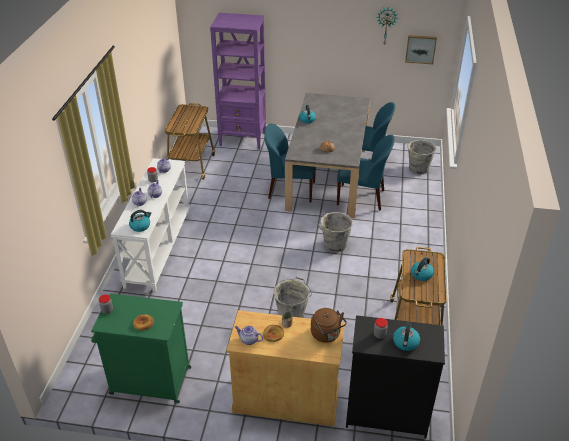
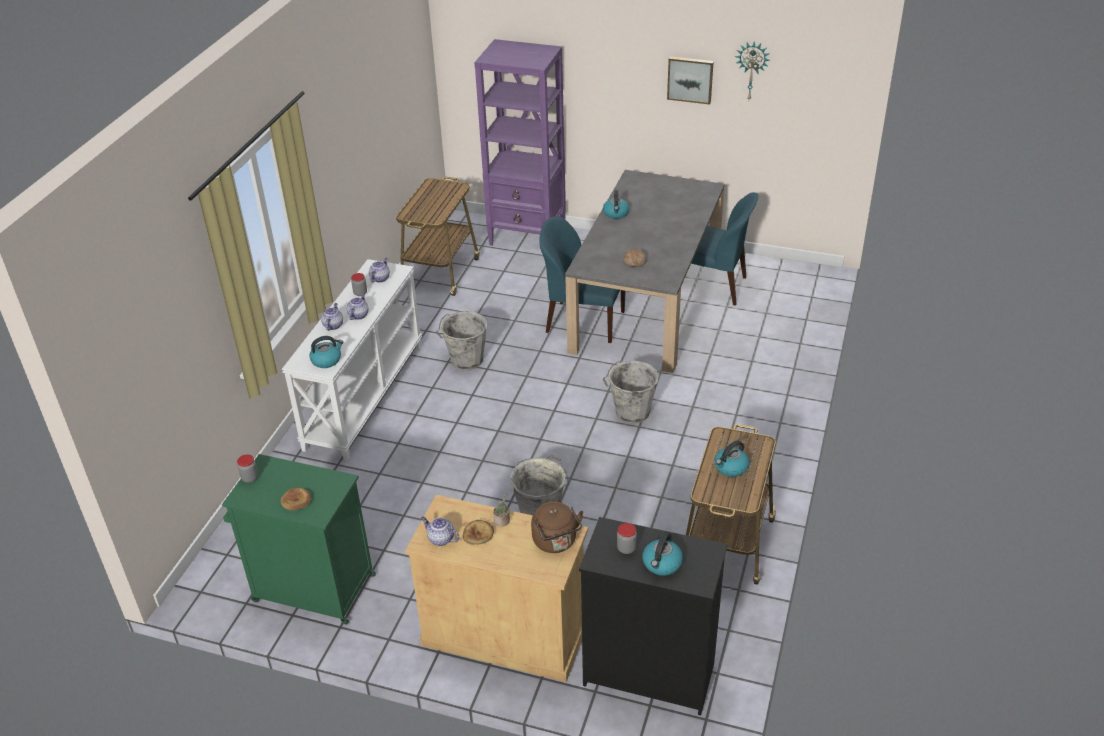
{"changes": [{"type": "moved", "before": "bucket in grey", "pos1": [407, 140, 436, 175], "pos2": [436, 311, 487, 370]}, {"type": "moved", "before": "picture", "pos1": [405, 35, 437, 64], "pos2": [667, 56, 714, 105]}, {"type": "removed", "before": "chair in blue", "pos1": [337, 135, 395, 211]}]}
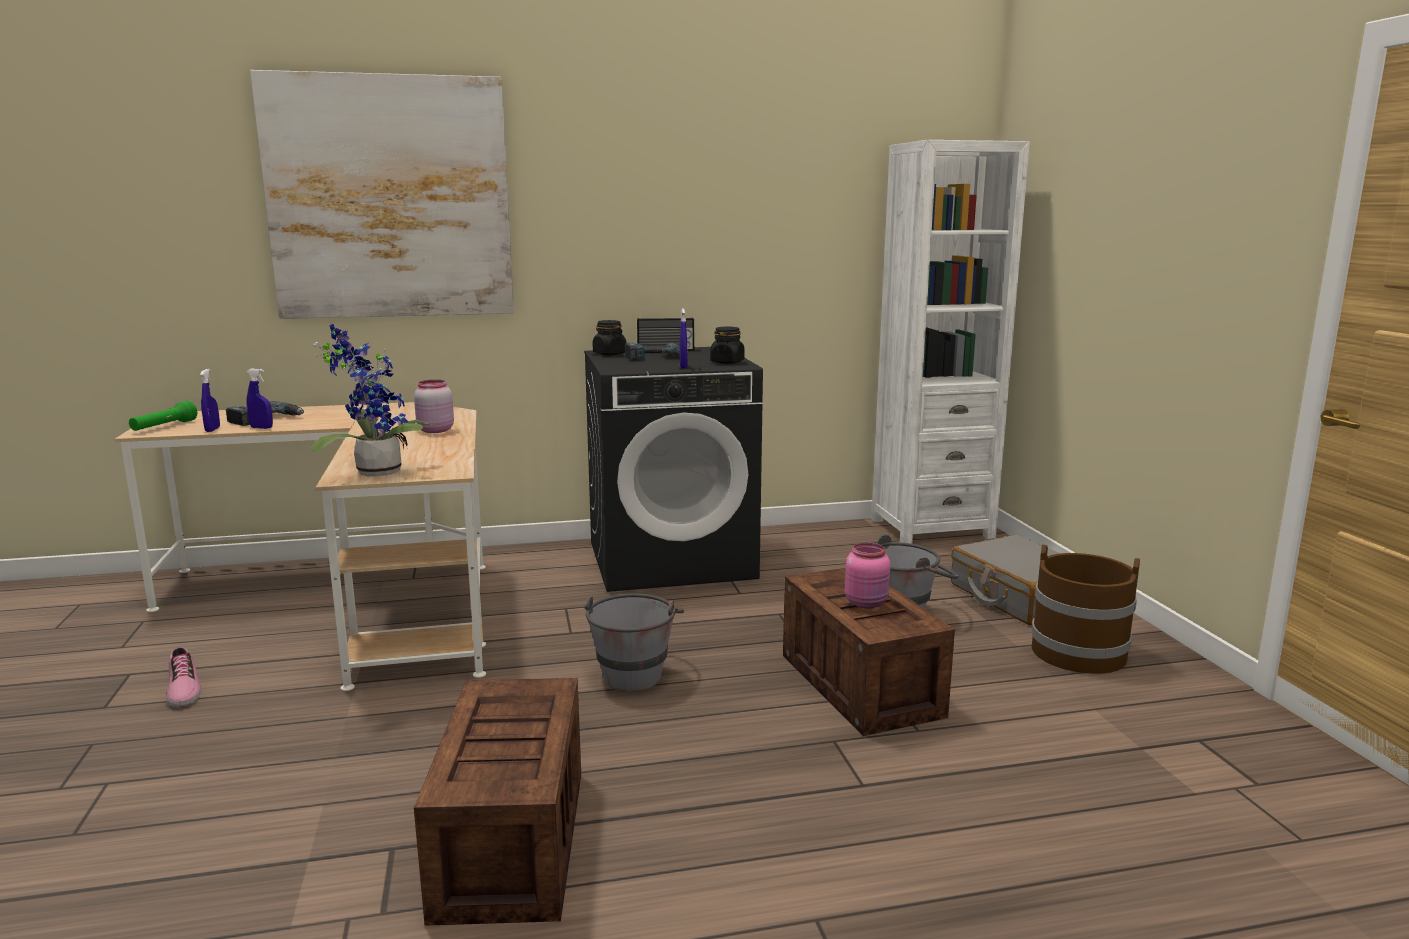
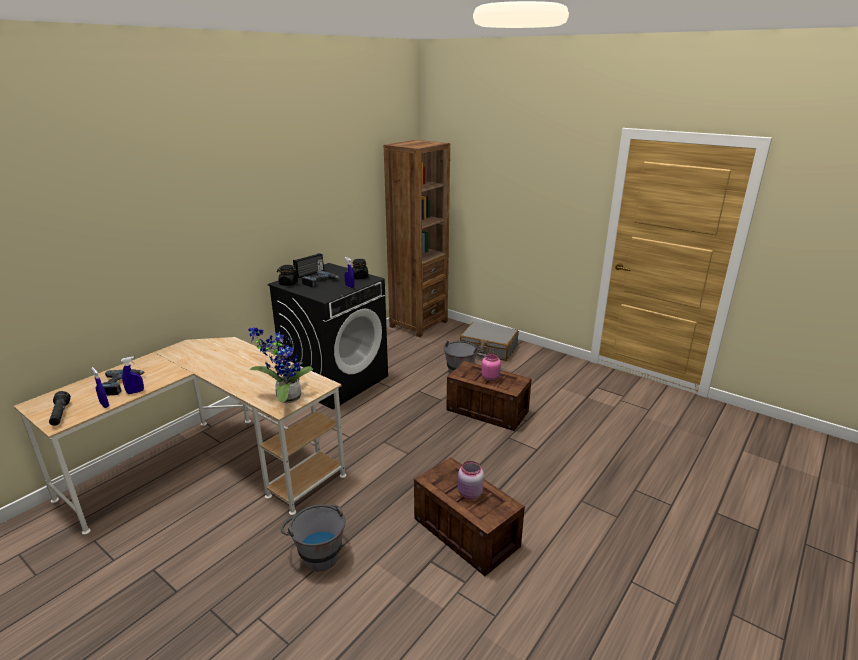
{"changes": [{"type": "recoloured", "before": "flashlight in green", "after": "flashlight in black", "pos1": [129, 401, 197, 431], "pos2": [49, 391, 71, 426]}, {"type": "moved", "before": "bucket in grey", "pos1": [584, 593, 684, 692], "pos2": [281, 504, 345, 571]}, {"type": "recoloured", "before": "bookcase in white", "after": "bookcase in brown", "pos1": [871, 140, 1030, 544], "pos2": [384, 140, 450, 337]}, {"type": "moved", "before": "jar in pink", "pos1": [414, 380, 454, 433], "pos2": [458, 461, 484, 500]}, {"type": "removed", "before": "shoe", "pos1": [166, 647, 201, 707]}, {"type": "removed", "before": "picture", "pos1": [250, 70, 514, 319]}, {"type": "removed", "before": "bucket in brown", "pos1": [1031, 545, 1140, 674]}]}
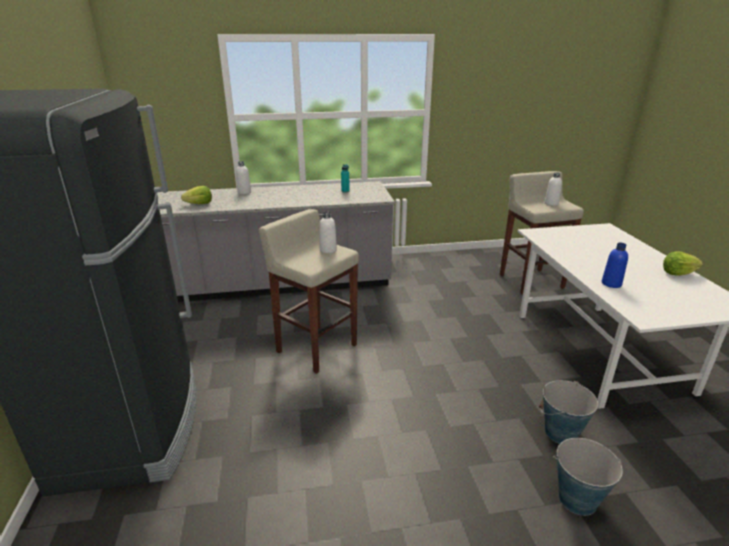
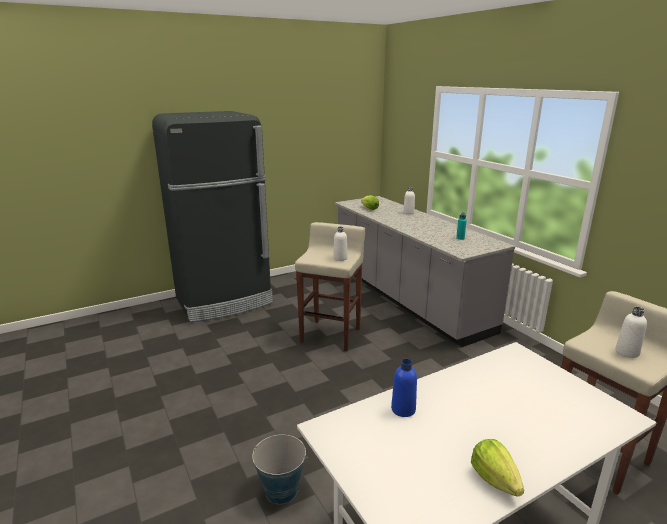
{"changes": [{"type": "removed", "before": "bucket", "pos1": [553, 438, 623, 516]}]}
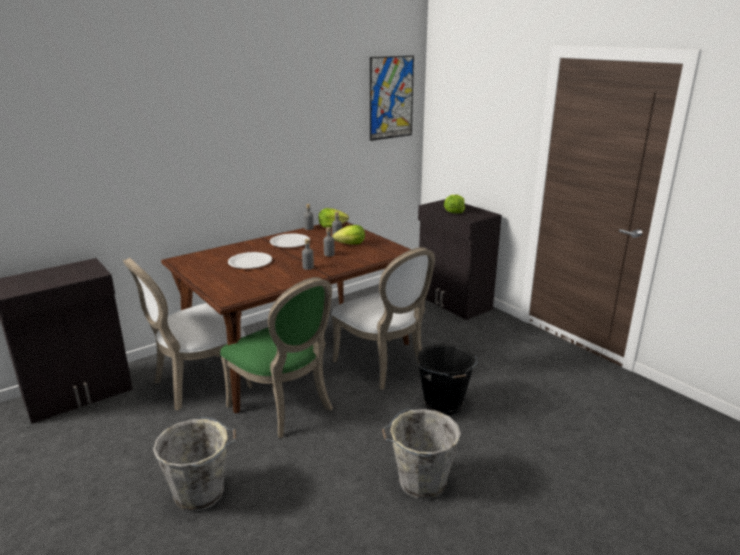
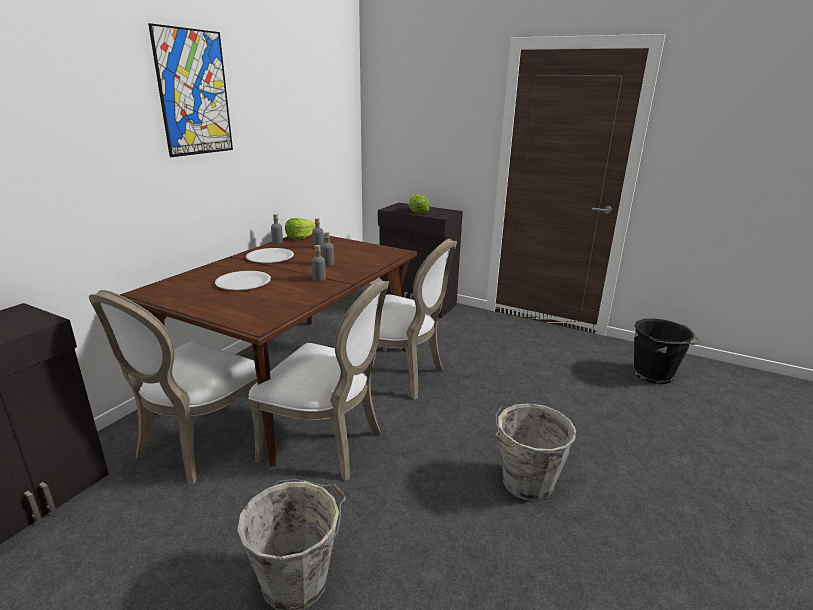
{"changes": [{"type": "moved", "before": "picture", "pos1": [370, 56, 414, 141], "pos2": [148, 23, 233, 157]}, {"type": "recoloured", "before": "chair in green", "after": "chair in white", "pos1": [220, 277, 333, 438], "pos2": [248, 279, 389, 481]}, {"type": "moved", "before": "bucket in black", "pos1": [417, 343, 478, 415], "pos2": [633, 318, 701, 384]}, {"type": "removed", "before": "lettuce", "pos1": [332, 225, 365, 244]}]}
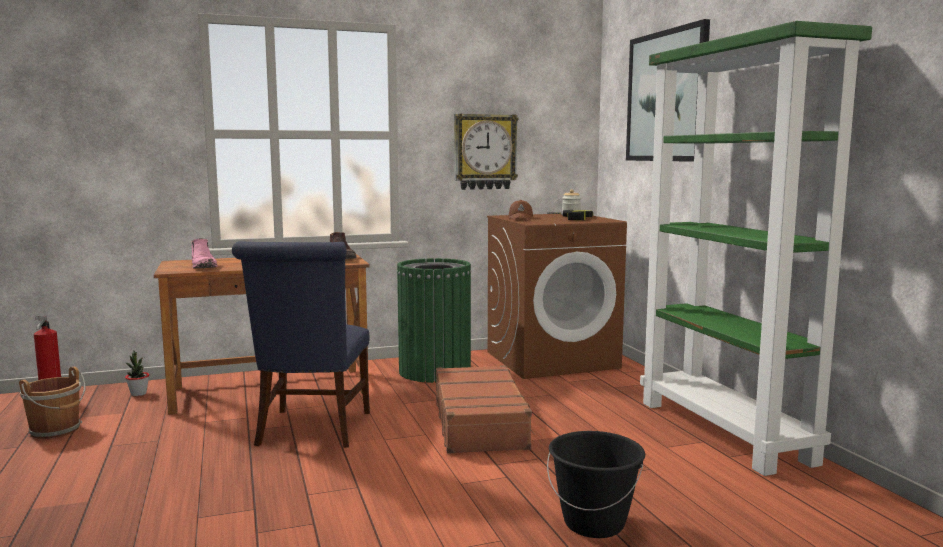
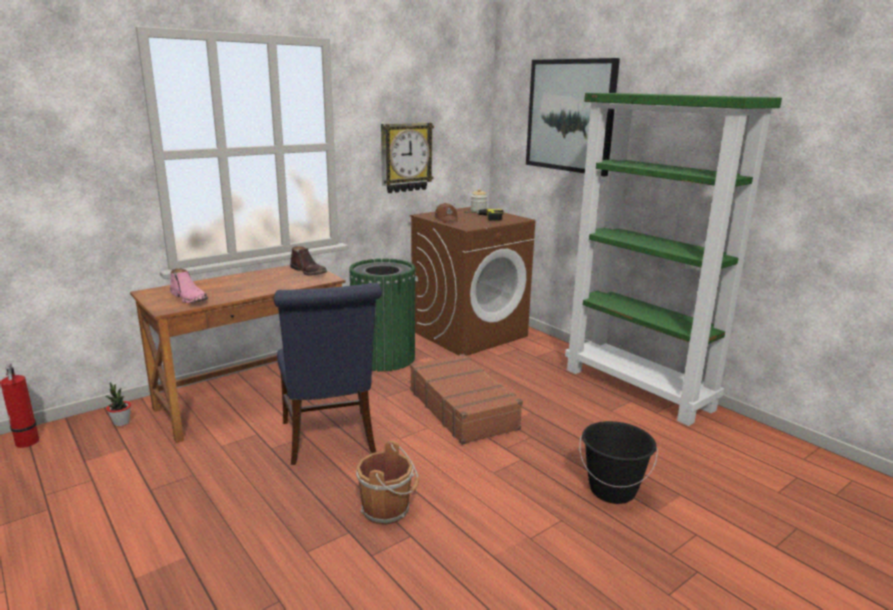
{"changes": [{"type": "moved", "before": "bucket in brown", "pos1": [19, 367, 86, 439], "pos2": [356, 441, 419, 525]}]}
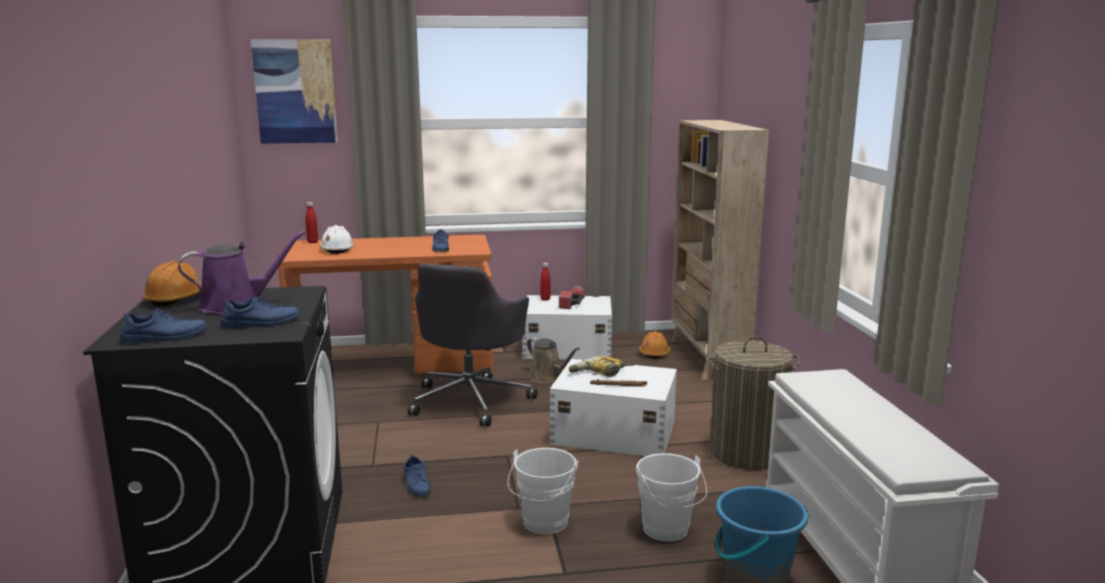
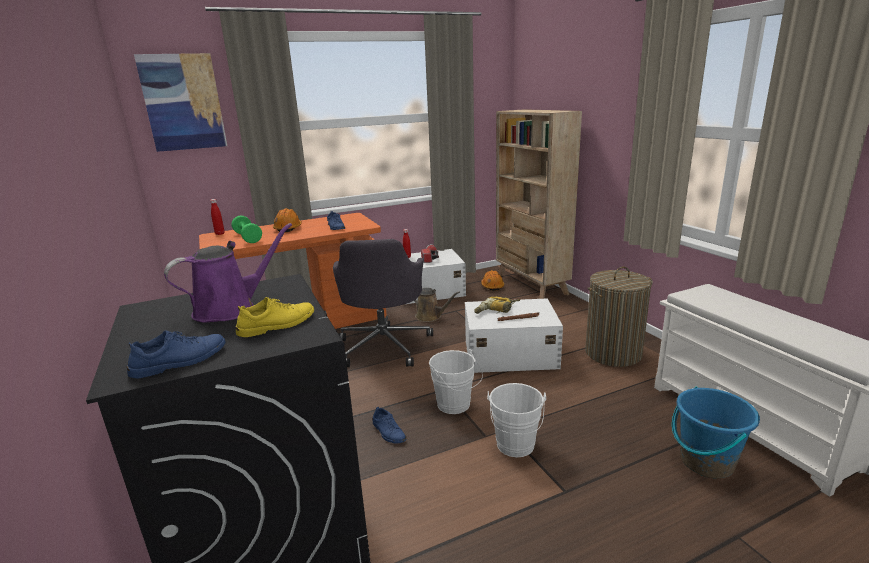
{"changes": [{"type": "replaced", "before": "hard hat in white", "after": "dumbbell in green", "pos1": [320, 225, 354, 254], "pos2": [232, 216, 262, 243]}, {"type": "recoloured", "before": "shoe in blue", "after": "shoe in yellow", "pos1": [221, 295, 300, 328], "pos2": [236, 297, 314, 337]}, {"type": "moved", "before": "hard hat in orange", "pos1": [142, 261, 202, 307], "pos2": [273, 208, 302, 232]}, {"type": "moved", "before": "bucket in white", "pos1": [636, 453, 707, 541], "pos2": [429, 349, 483, 414]}]}
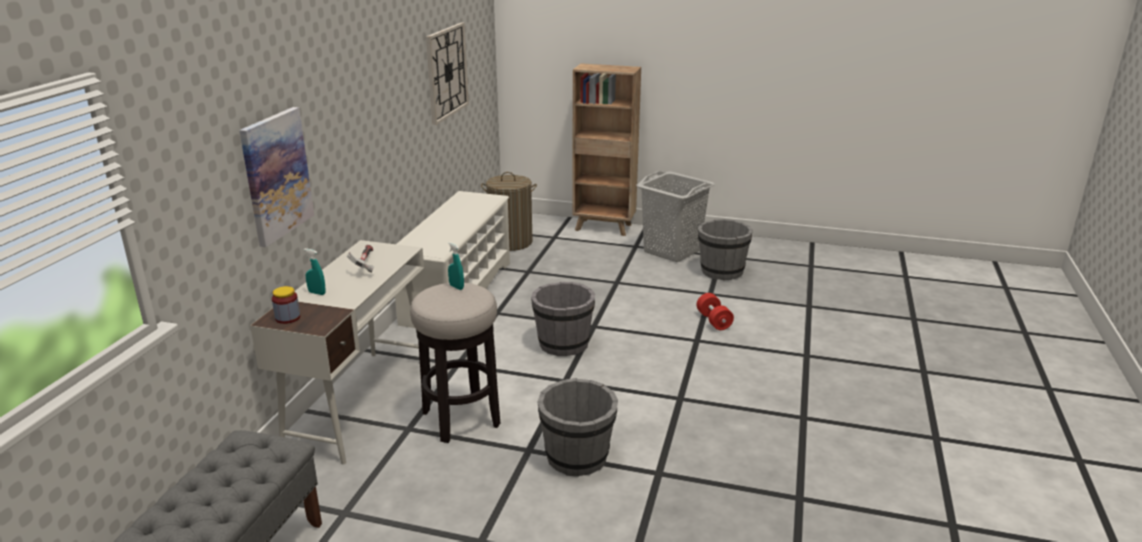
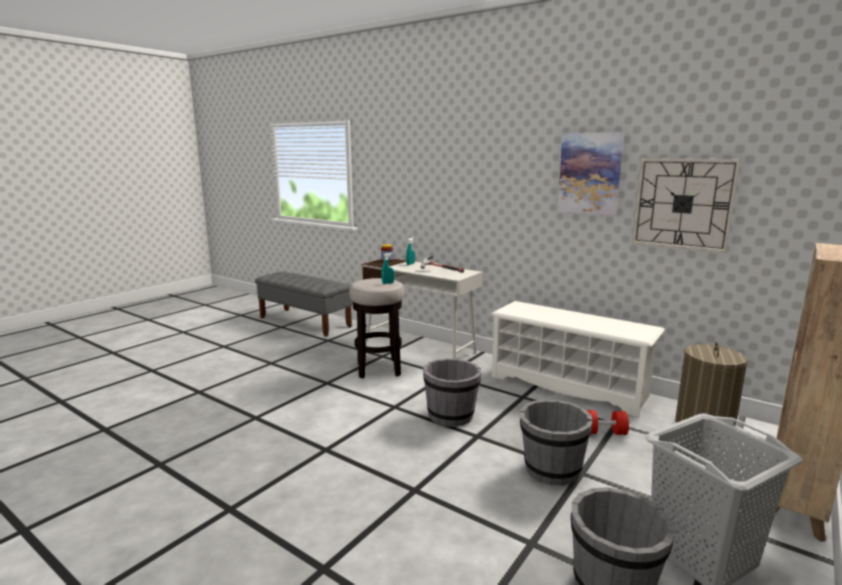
{"changes": [{"type": "moved", "before": "bucket in grey", "pos1": [537, 378, 618, 477], "pos2": [520, 399, 593, 486]}, {"type": "moved", "before": "picture", "pos1": [239, 107, 314, 247], "pos2": [557, 132, 624, 215]}, {"type": "moved", "before": "dumbbell in red", "pos1": [697, 293, 734, 330], "pos2": [586, 410, 629, 435]}]}
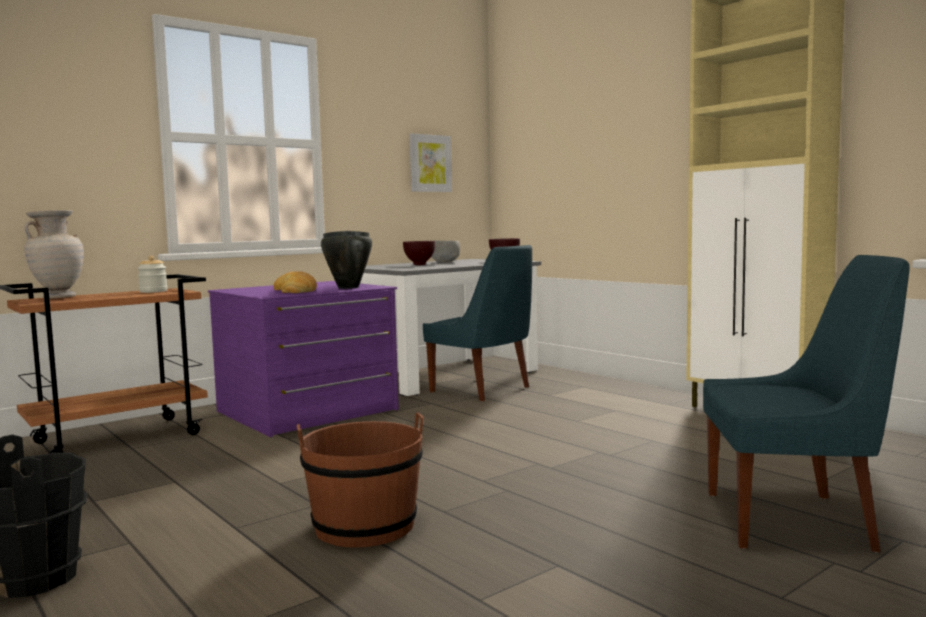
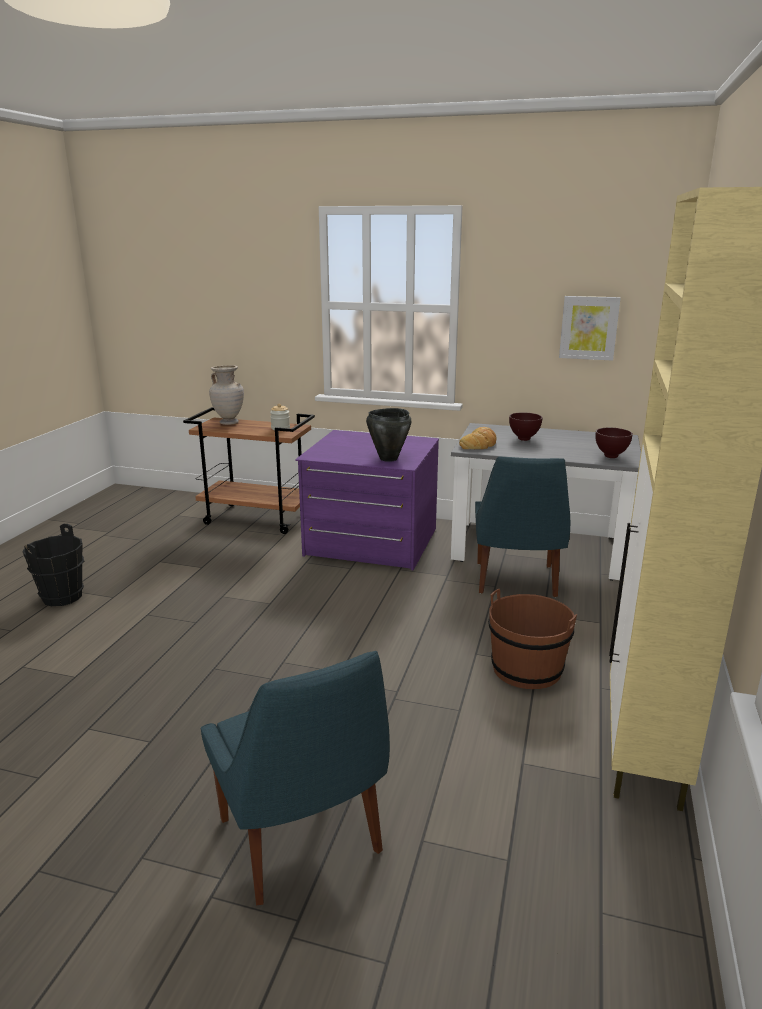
{"changes": [{"type": "moved", "before": "bread", "pos1": [274, 271, 317, 293], "pos2": [459, 427, 496, 449]}, {"type": "moved", "before": "bucket in brown", "pos1": [297, 412, 424, 548], "pos2": [488, 588, 577, 689]}, {"type": "removed", "before": "bowl in grey", "pos1": [431, 241, 460, 263]}]}
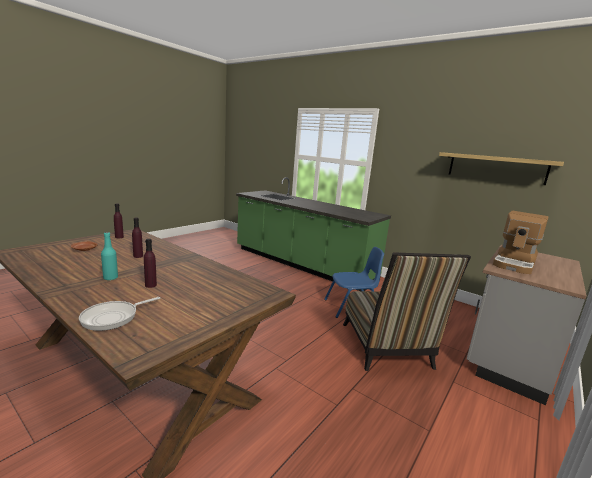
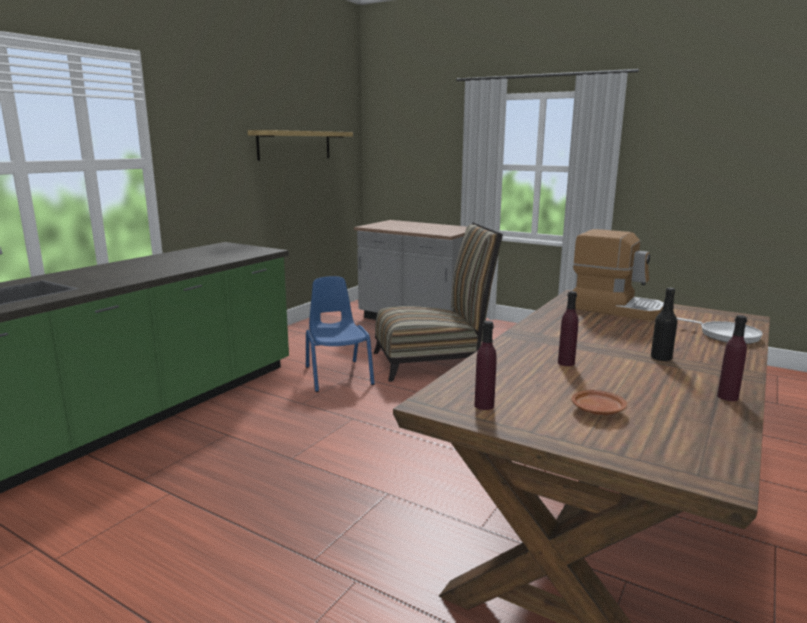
{"changes": [{"type": "moved", "before": "coffee machine", "pos1": [493, 211, 549, 274], "pos2": [573, 229, 664, 321]}, {"type": "recoloured", "before": "bottle in turquoise", "after": "bottle in black", "pos1": [101, 232, 118, 280], "pos2": [651, 287, 678, 361]}, {"type": "moved", "before": "bottle in purple", "pos1": [144, 239, 157, 288], "pos2": [717, 315, 747, 401]}]}
